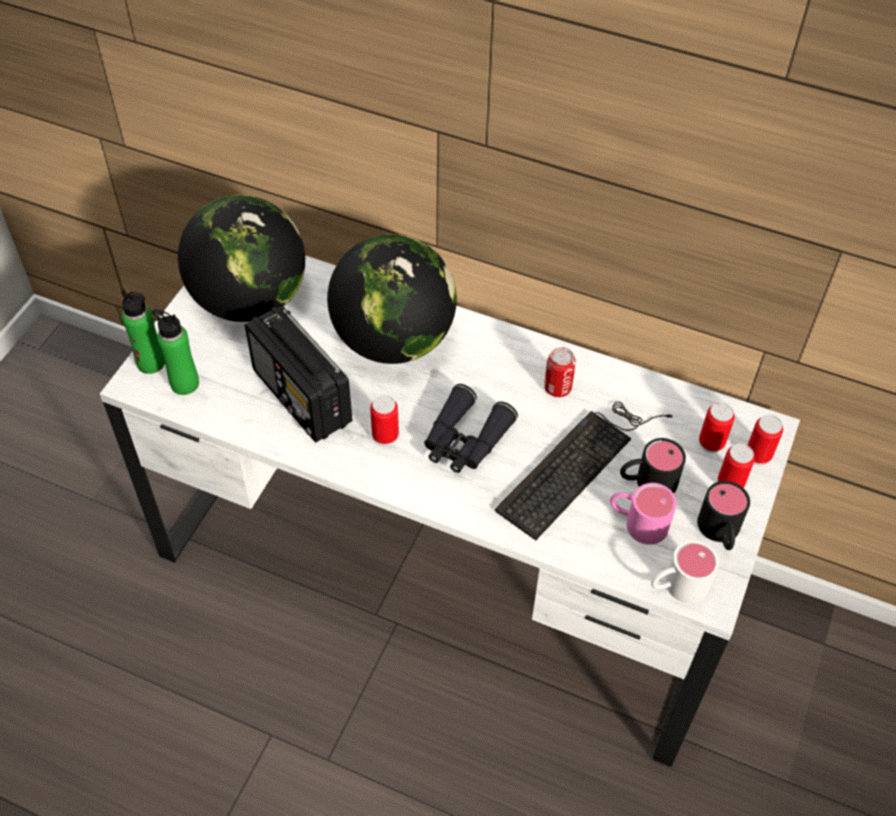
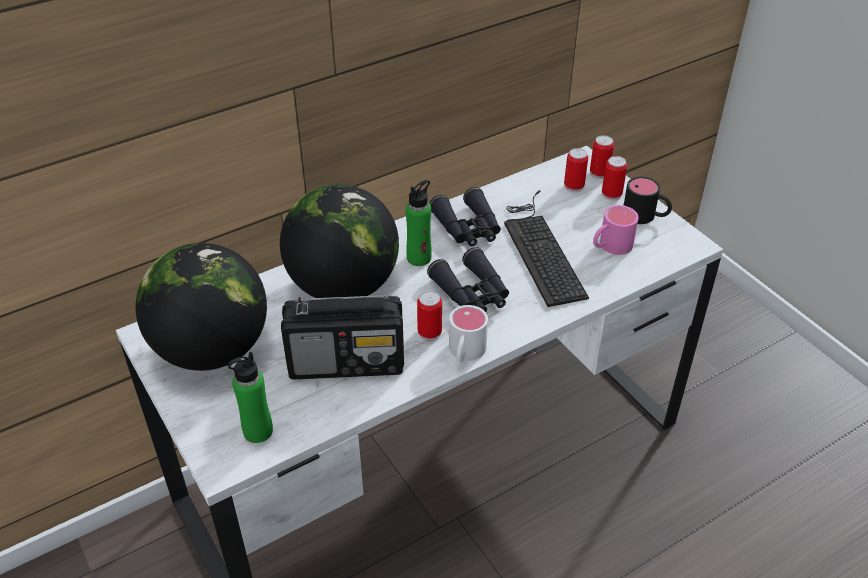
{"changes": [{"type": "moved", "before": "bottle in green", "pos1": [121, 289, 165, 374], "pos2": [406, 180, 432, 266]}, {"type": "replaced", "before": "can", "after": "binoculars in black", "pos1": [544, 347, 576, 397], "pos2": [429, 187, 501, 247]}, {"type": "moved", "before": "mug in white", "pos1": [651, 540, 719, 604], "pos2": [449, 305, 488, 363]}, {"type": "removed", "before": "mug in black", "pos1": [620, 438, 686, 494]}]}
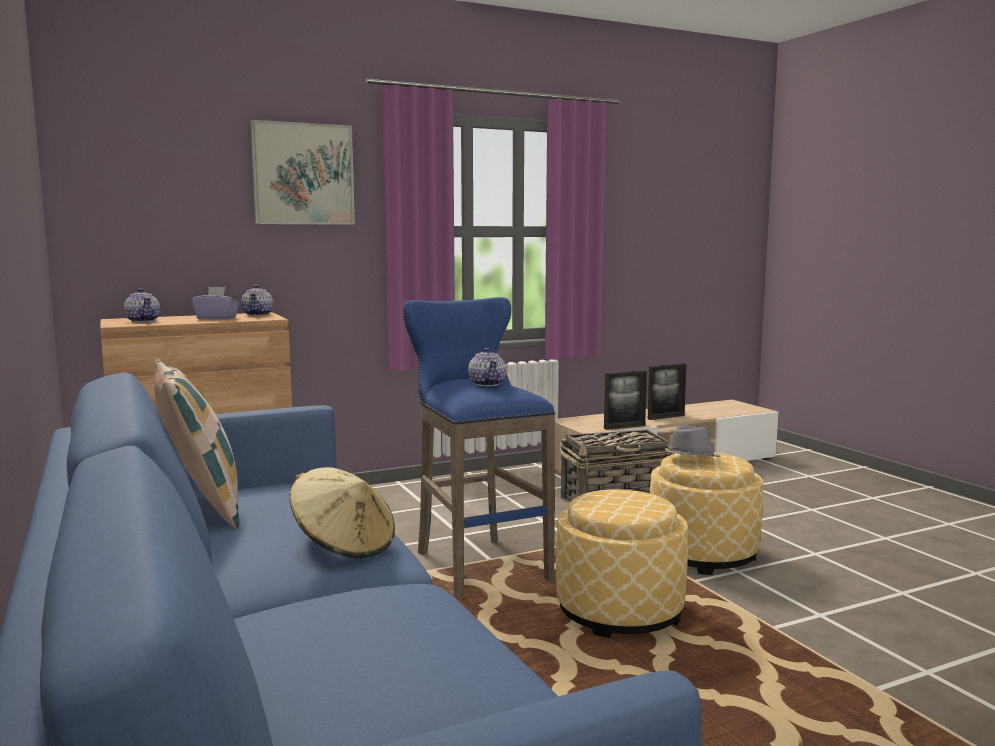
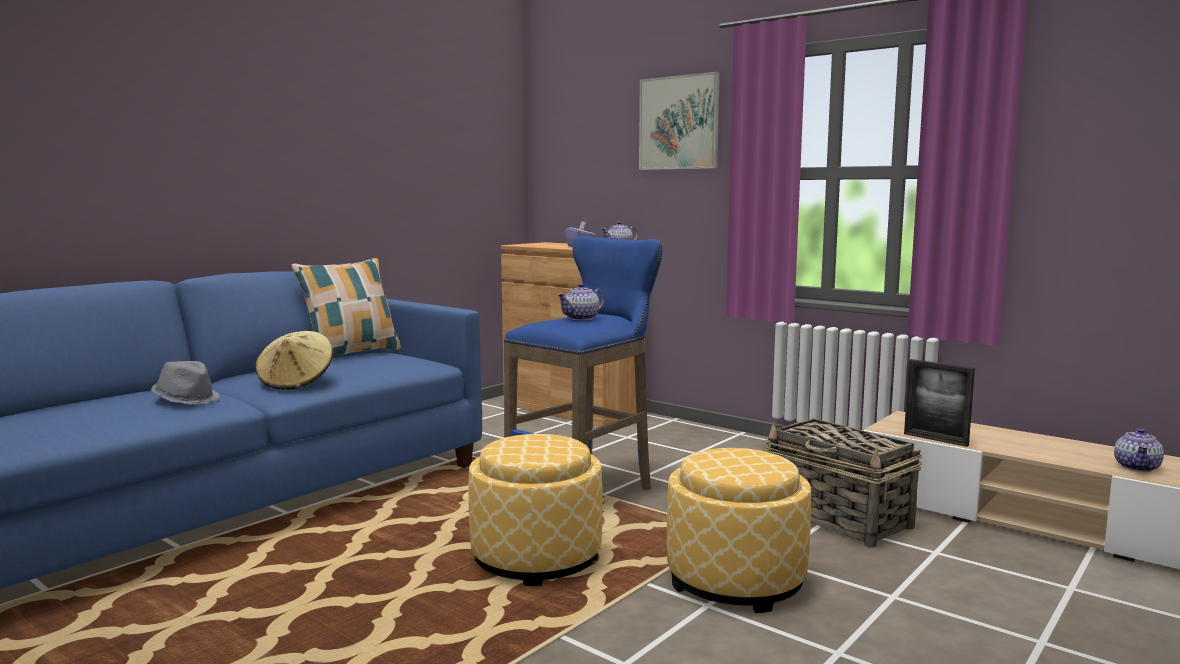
{"changes": [{"type": "moved", "before": "hat in grey", "pos1": [665, 426, 720, 457], "pos2": [151, 361, 220, 404]}, {"type": "moved", "before": "teapot", "pos1": [124, 288, 160, 322], "pos2": [1114, 428, 1164, 472]}, {"type": "removed", "before": "picture frame", "pos1": [648, 363, 687, 420]}]}
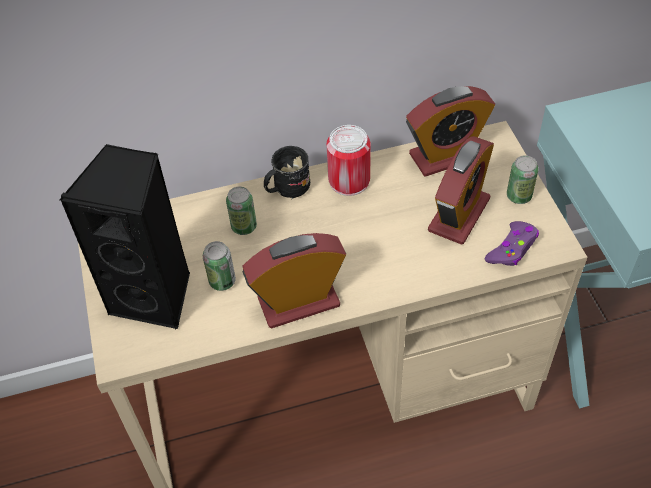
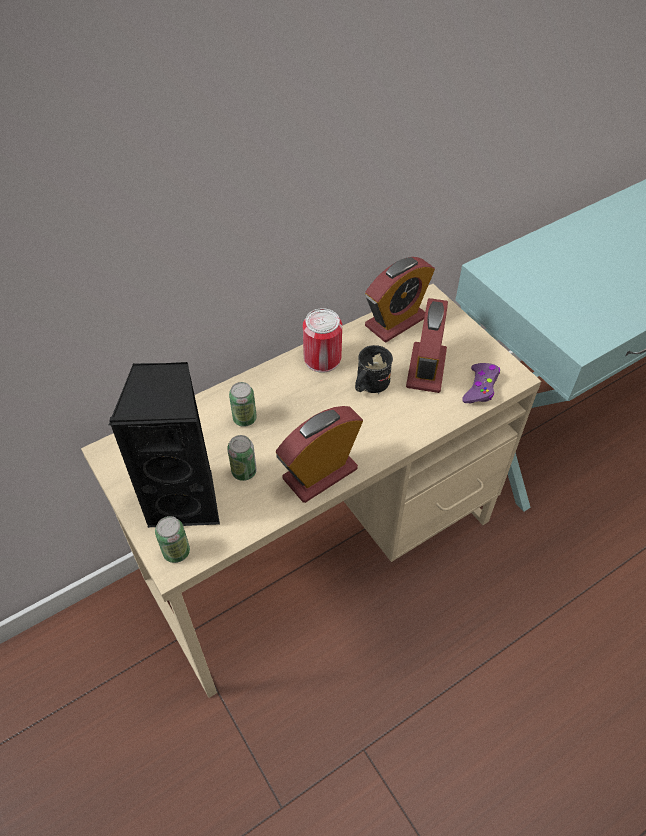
{"changes": [{"type": "moved", "before": "can", "pos1": [507, 155, 538, 204], "pos2": [155, 516, 190, 563]}, {"type": "moved", "before": "mug in black", "pos1": [264, 146, 310, 199], "pos2": [355, 345, 393, 394]}]}
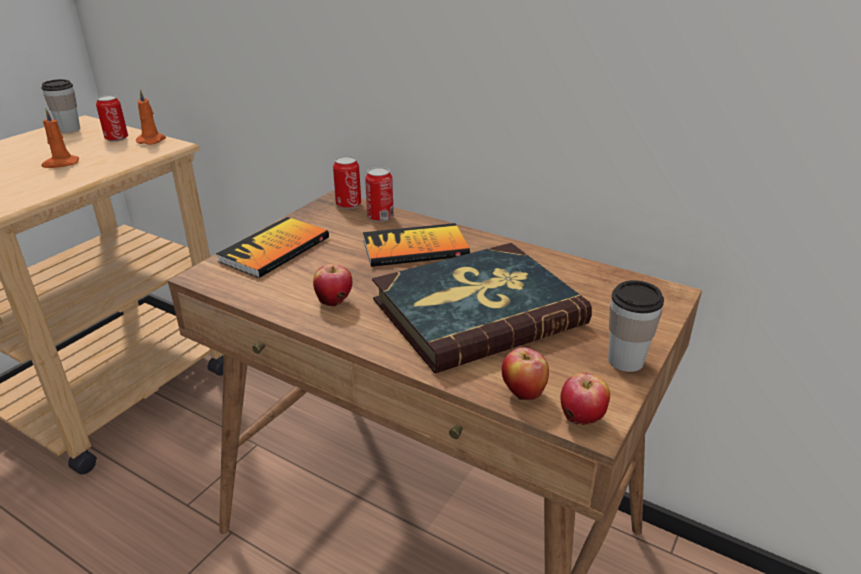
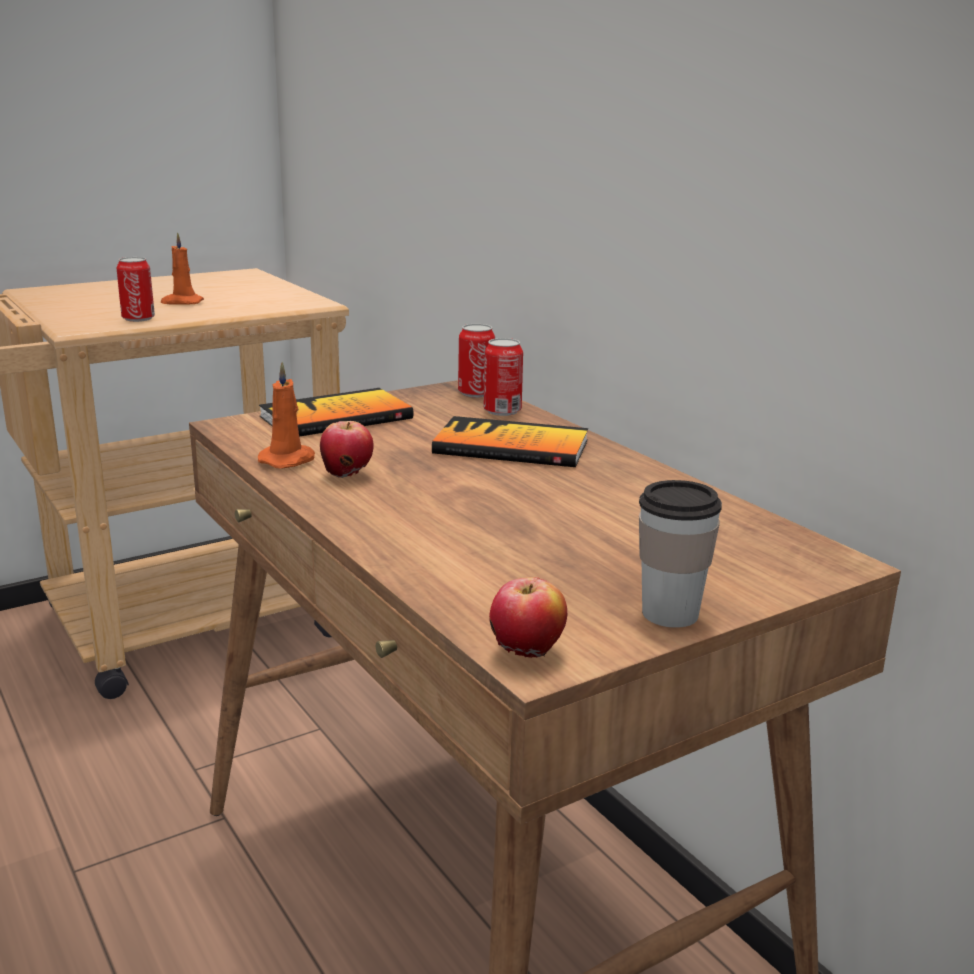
{"changes": [{"type": "moved", "before": "can", "pos1": [96, 95, 128, 142], "pos2": [117, 257, 155, 322]}, {"type": "moved", "before": "candle in orange", "pos1": [136, 89, 166, 145], "pos2": [257, 362, 315, 469]}, {"type": "removed", "before": "cup", "pos1": [41, 79, 80, 133]}, {"type": "removed", "before": "book", "pos1": [372, 243, 592, 373]}, {"type": "removed", "before": "apple", "pos1": [502, 347, 549, 400]}]}
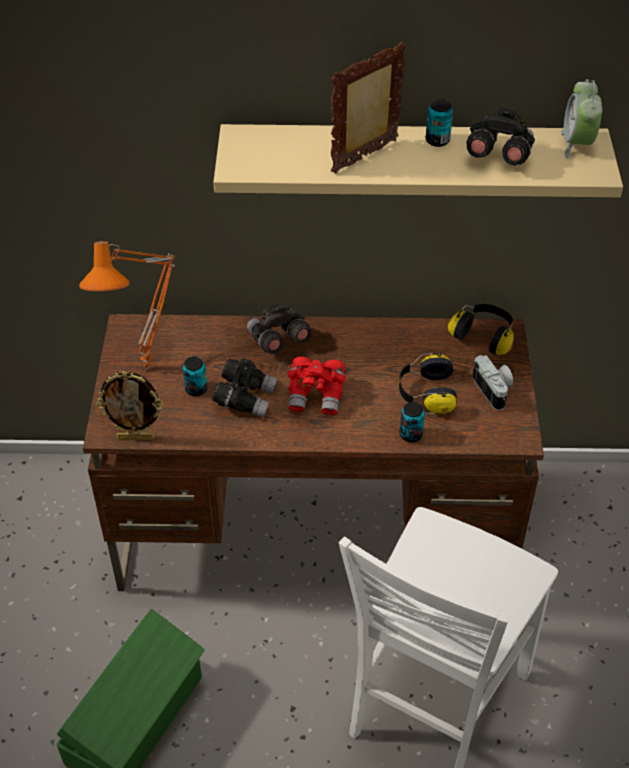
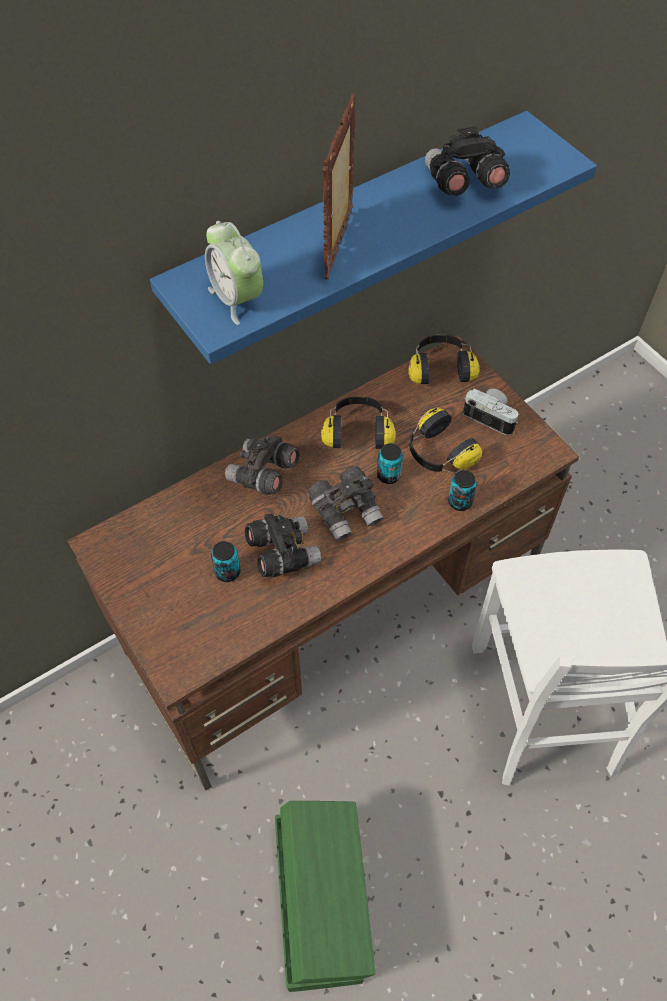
{"changes": [{"type": "recoloured", "before": "shelf in beige", "after": "shelf in blue", "pos1": [213, 124, 623, 197], "pos2": [150, 111, 597, 365]}, {"type": "moved", "before": "alarm clock", "pos1": [561, 79, 602, 159], "pos2": [205, 221, 263, 325]}, {"type": "recoloured", "before": "binoculars in red", "after": "binoculars in grey", "pos1": [287, 357, 346, 415], "pos2": [308, 466, 383, 541]}, {"type": "added", "after": "headphones", "pos2": [321, 396, 396, 449]}, {"type": "moved", "before": "can", "pos1": [426, 99, 453, 147], "pos2": [377, 443, 403, 484]}, {"type": "removed", "before": "table lamp in orange", "pos1": [79, 241, 175, 371]}, {"type": "removed", "before": "picture frame", "pos1": [96, 371, 163, 440]}]}
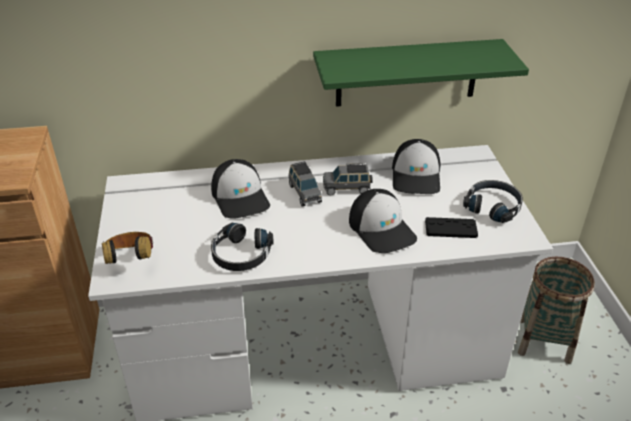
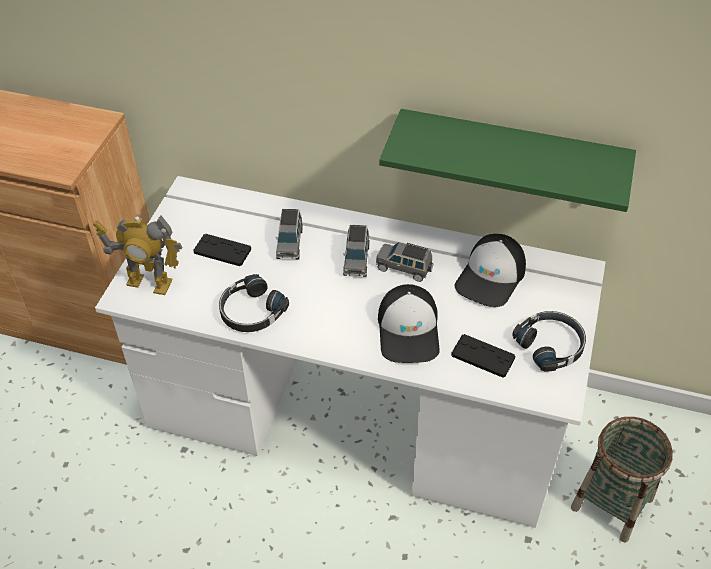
{"changes": [{"type": "replaced", "before": "headphones", "after": "toy robot", "pos1": [102, 232, 153, 264], "pos2": [93, 215, 182, 295]}, {"type": "added", "after": "game controller in black", "pos2": [193, 234, 251, 266]}, {"type": "replaced", "before": "cap", "after": "toy car in grey", "pos1": [211, 159, 270, 219], "pos2": [276, 209, 303, 259]}]}
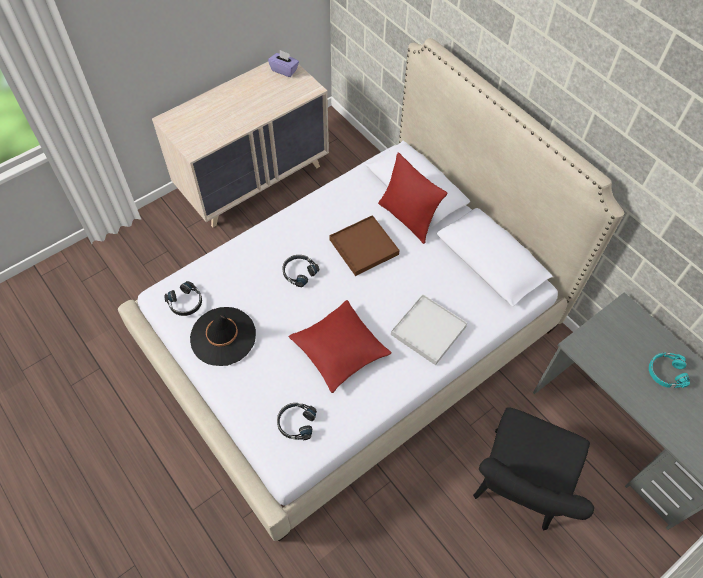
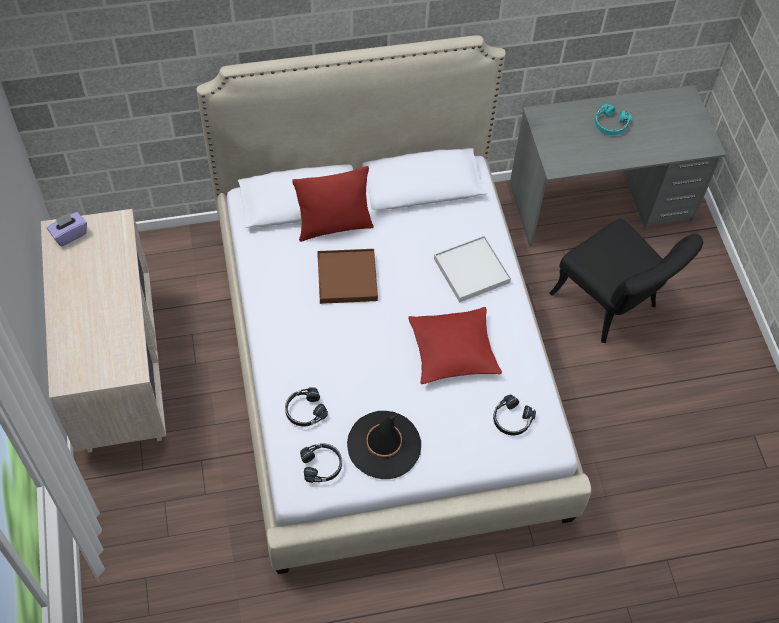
{"changes": [{"type": "moved", "before": "headphones in black", "pos1": [282, 255, 319, 287], "pos2": [285, 387, 328, 427]}]}
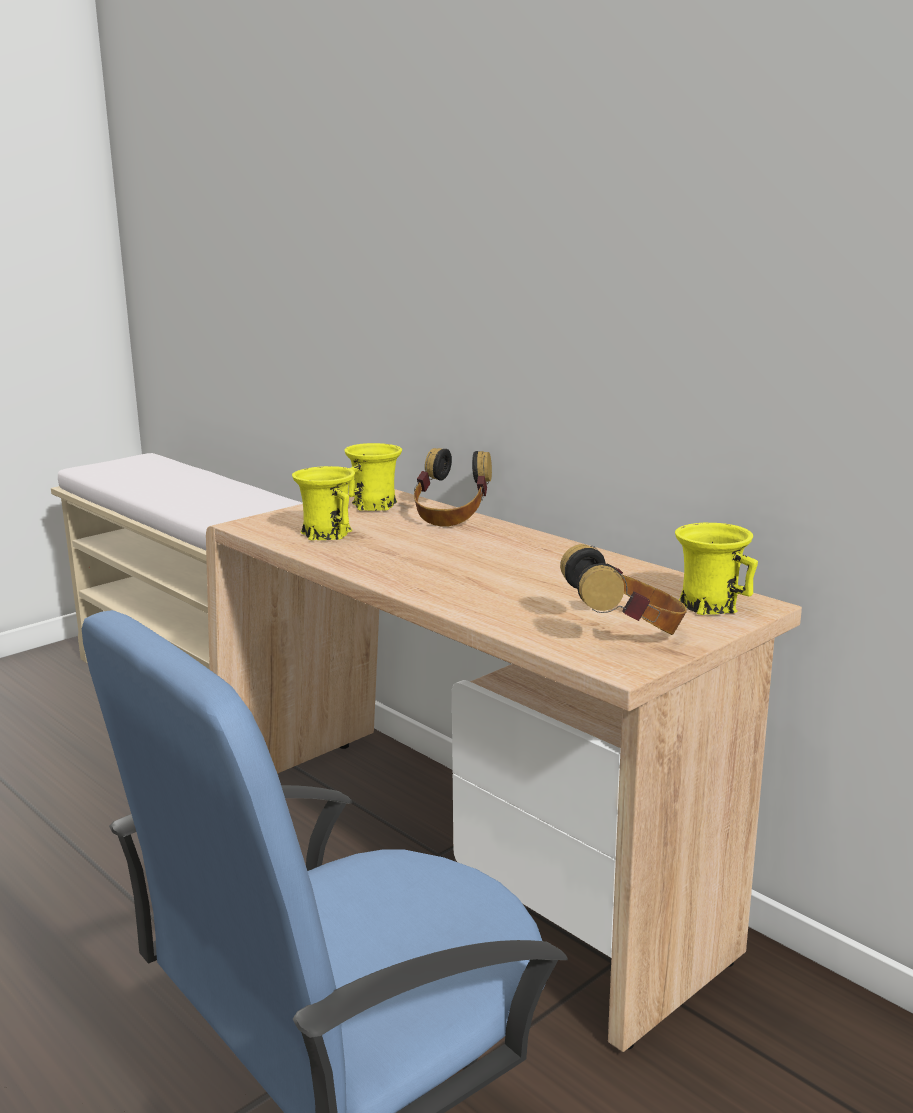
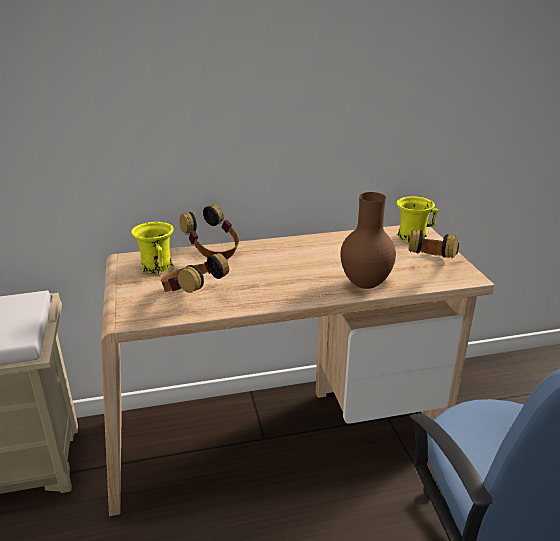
{"changes": [{"type": "replaced", "before": "mug in yellow", "after": "headphones", "pos1": [292, 466, 355, 540], "pos2": [161, 253, 229, 293]}, {"type": "added", "after": "vase in brown", "pos2": [340, 192, 396, 289]}]}
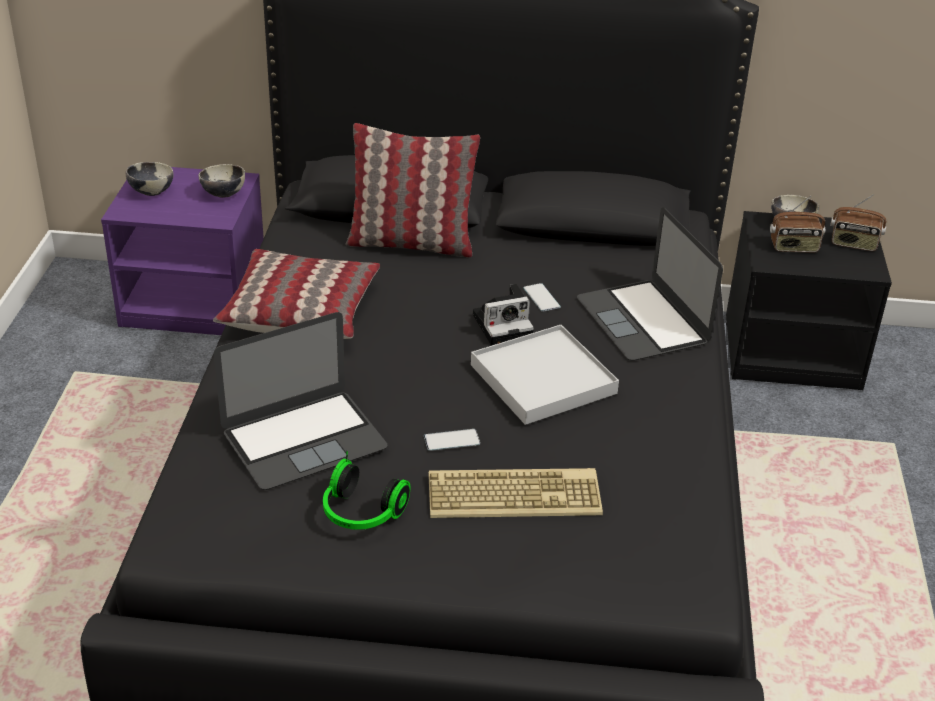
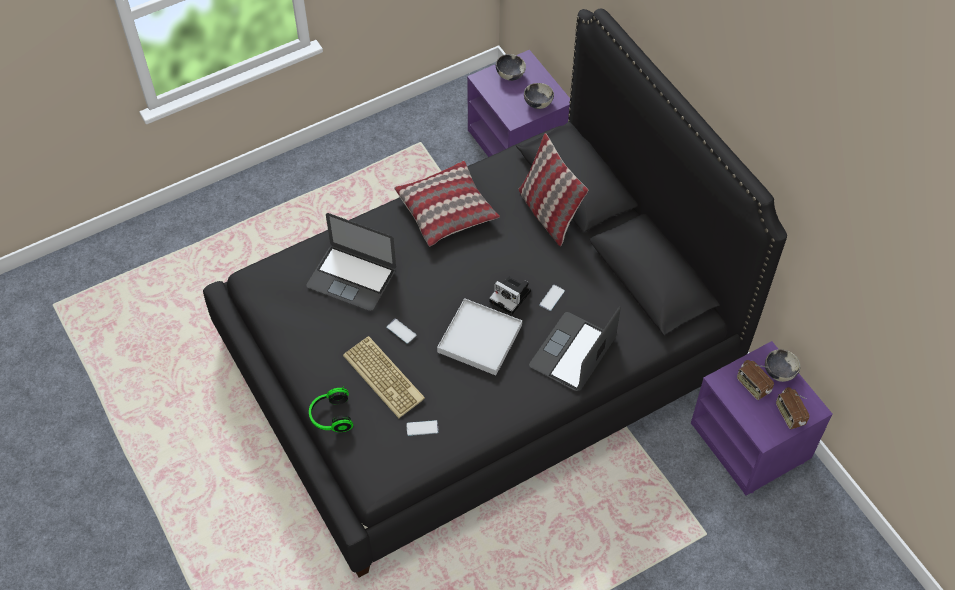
{"changes": [{"type": "moved", "before": "headphones", "pos1": [323, 451, 410, 530], "pos2": [309, 386, 353, 432]}, {"type": "added", "after": "phone", "pos2": [406, 420, 439, 436]}, {"type": "recoloured", "before": "nightstand in black", "after": "nightstand in purple", "pos1": [726, 211, 892, 390], "pos2": [691, 341, 833, 496]}]}
